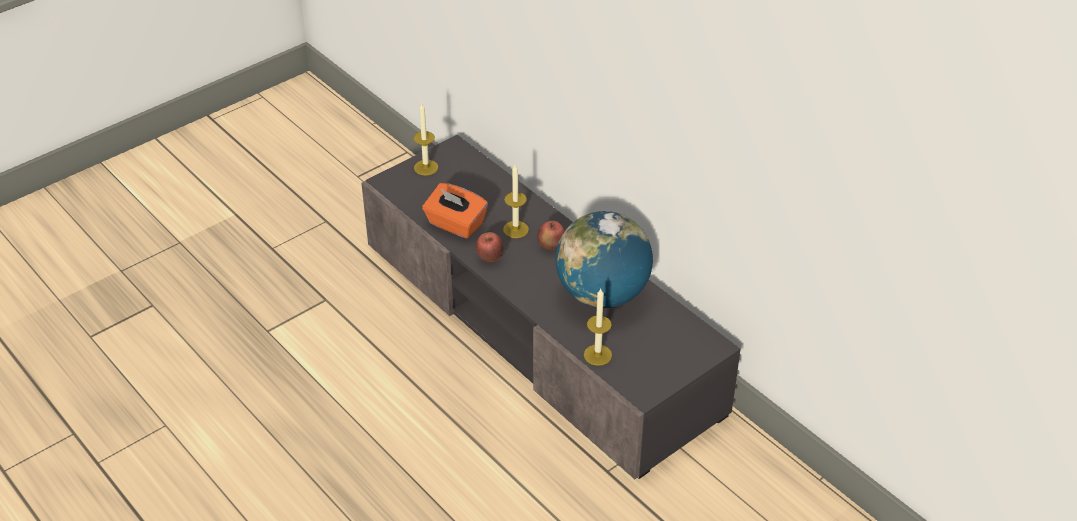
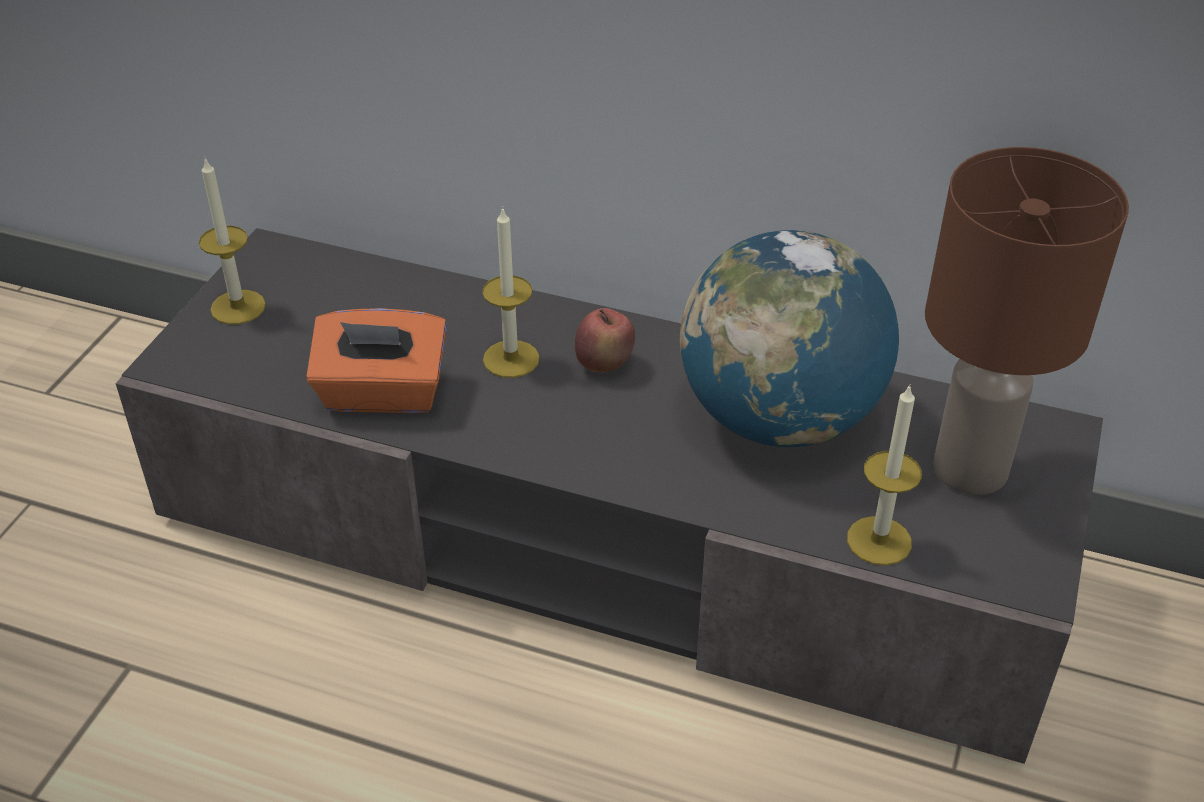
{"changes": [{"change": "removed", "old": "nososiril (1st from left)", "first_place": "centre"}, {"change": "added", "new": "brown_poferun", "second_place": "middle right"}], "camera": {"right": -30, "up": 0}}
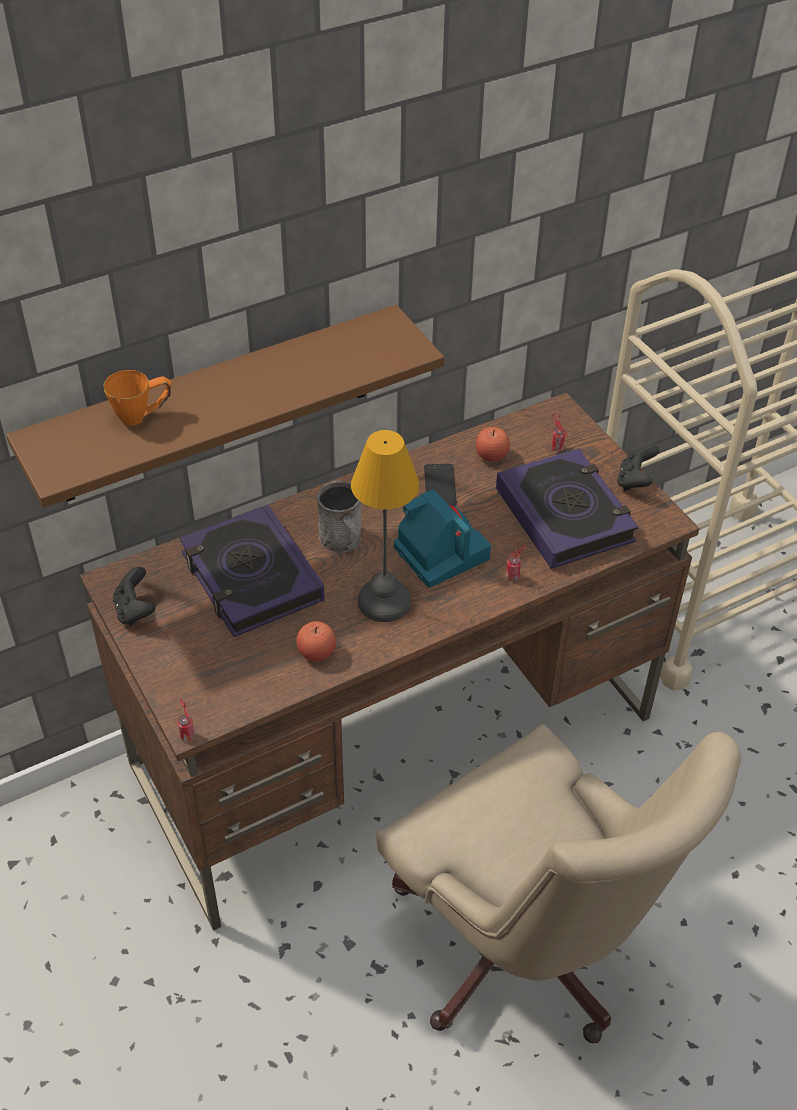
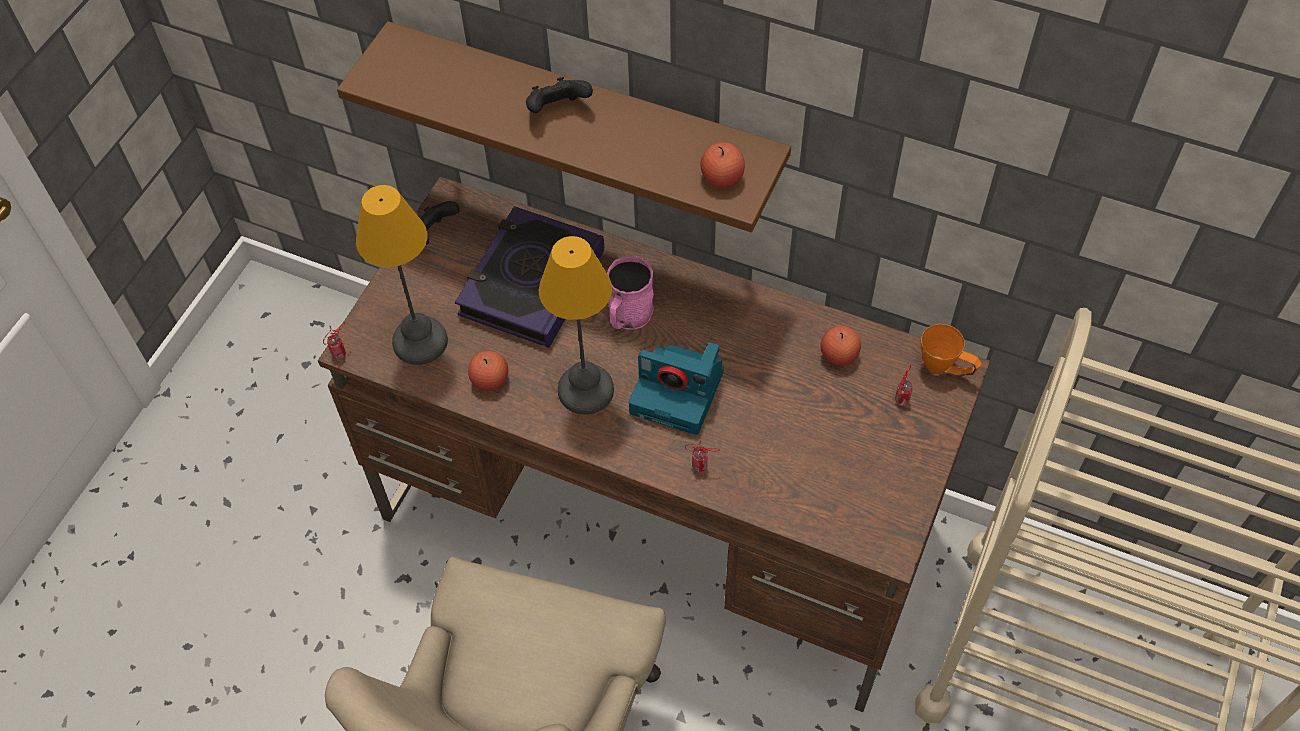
{"changes": [{"change": "removed", "old": "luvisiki", "first_place": "centre"}, {"change": "removed", "old": "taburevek (2nd from left)", "first_place": "middle right"}, {"change": "added", "new": "poferun (1st from left)", "second_place": "middle left"}, {"change": "added", "new": "nososiril (2nd from left)", "second_place": "top centre"}, {"change": "moved", "old": "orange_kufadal", "first_place": "middle left", "second_place": "middle right"}, {"change": "moved", "old": "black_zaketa (2nd from left)", "first_place": "middle right", "second_place": "top centre"}, {"change": "recoloured", "old": "grey_kufadal", "new": "pink_kufadal", "first_place": "centre", "second_place": "centre"}, {"change": "turned", "old": "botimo", "first_place": "centre", "second_place": "centre", "degrees": 90}], "camera": {"right": 55, "up": 10}}
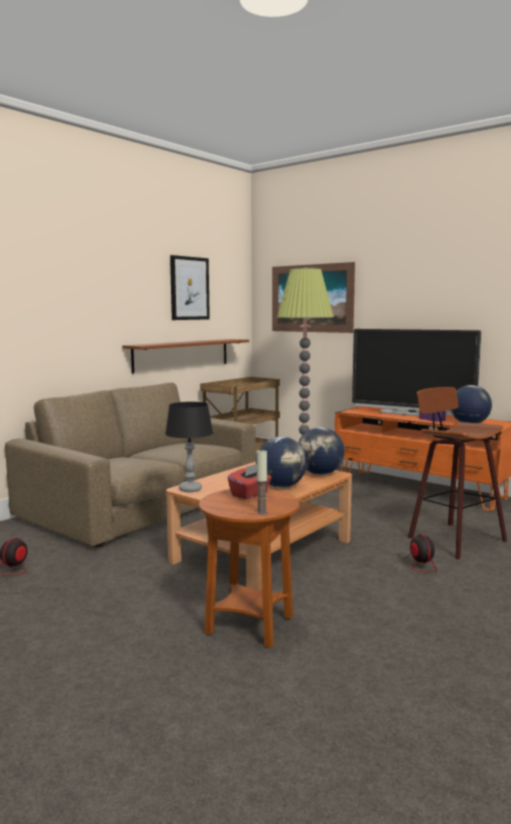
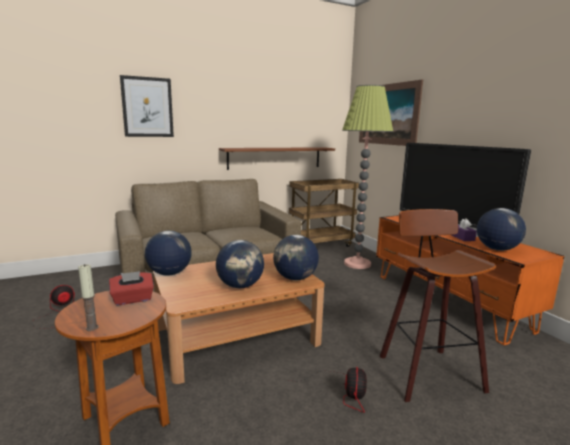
{"changes": [{"change": "moved", "old": "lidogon (1st from left)", "first_place": "centre", "second_place": "top left"}, {"change": "replaced", "old": "black_poferun", "new": "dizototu (1st from left)", "first_place": "centre", "second_place": "middle left"}], "camera": {"right": 25, "up": 5}}
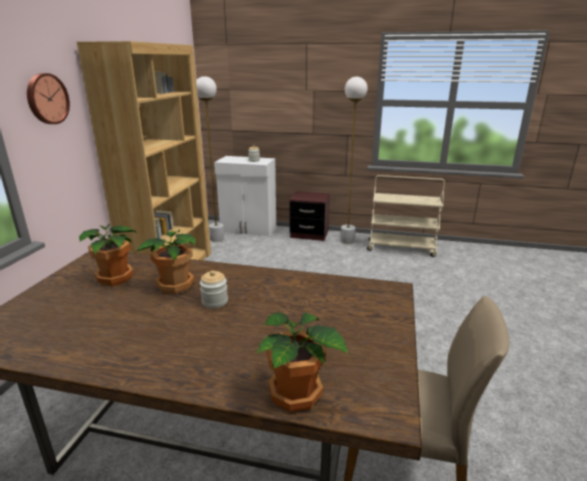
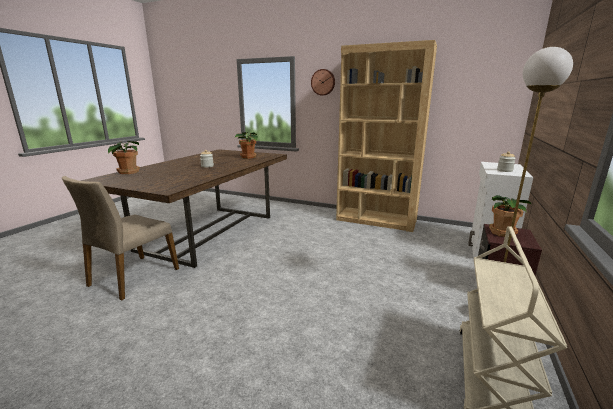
{"changes": [{"change": "removed", "old": "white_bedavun (1st from left)", "first_place": "top centre"}, {"change": "moved", "old": "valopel (2nd from left in the first image)", "new": "valopel (3rd from left)", "first_place": "middle left", "second_place": "middle right"}], "camera": {"right": 100, "up": -5}}
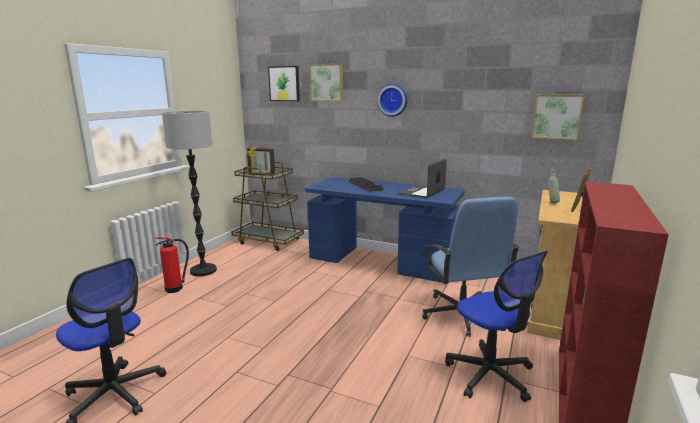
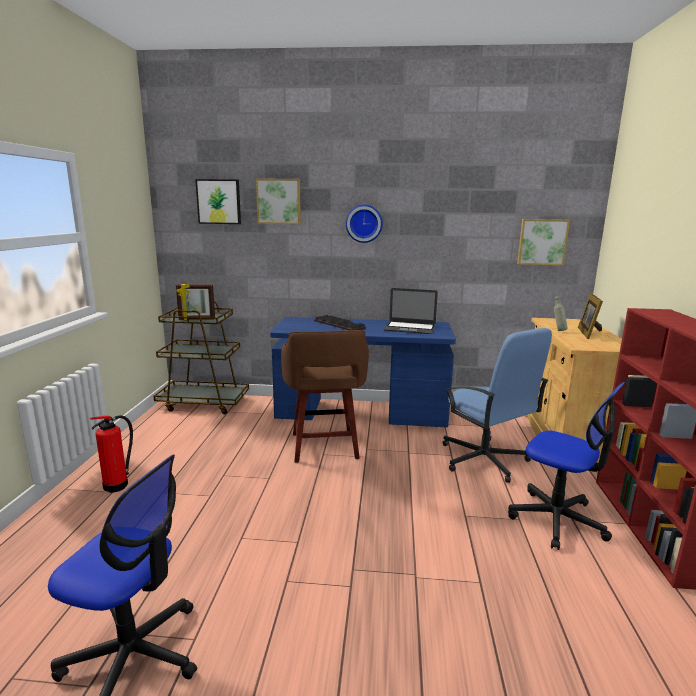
{"changes": [{"change": "removed", "old": "bedavun", "first_place": "middle left"}, {"change": "added", "new": "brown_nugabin", "second_place": "centre"}, {"change": "turned", "old": "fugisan", "first_place": "centre", "second_place": "centre", "degrees": -90}], "camera": {"right": -20, "up": 0}}
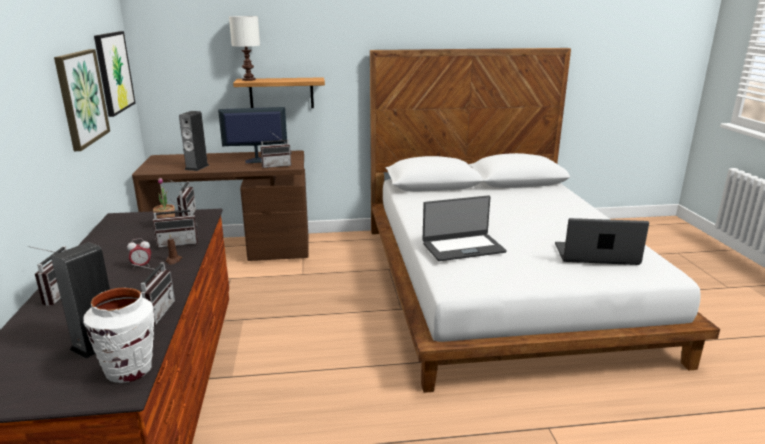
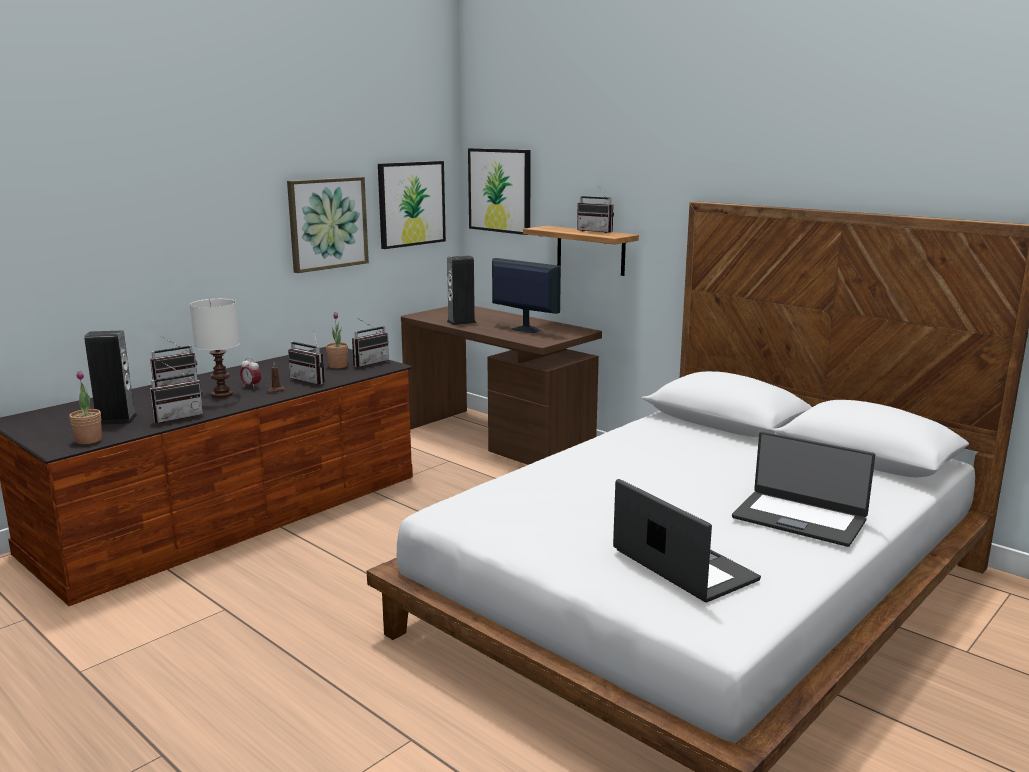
{"changes": [{"change": "added", "new": "lidogon (3rd from left)", "second_place": "top centre"}, {"change": "moved", "old": "white_poferun", "first_place": "top left", "second_place": "middle left"}, {"change": "moved", "old": "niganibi (5th from left)", "first_place": "centre", "second_place": "top centre"}, {"change": "moved", "old": "fugisan (1st from left in the first image)", "new": "fugisan (2nd from left)", "first_place": "centre", "second_place": "middle right"}, {"change": "replaced", "old": "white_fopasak", "new": "valopel (1st from left)", "first_place": "bottom left", "second_place": "middle left"}], "camera": {"right": 50, "up": -5}}
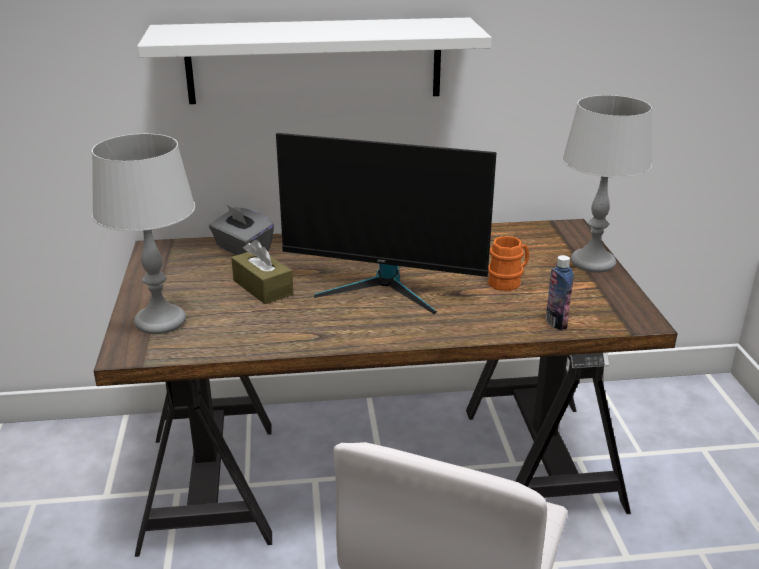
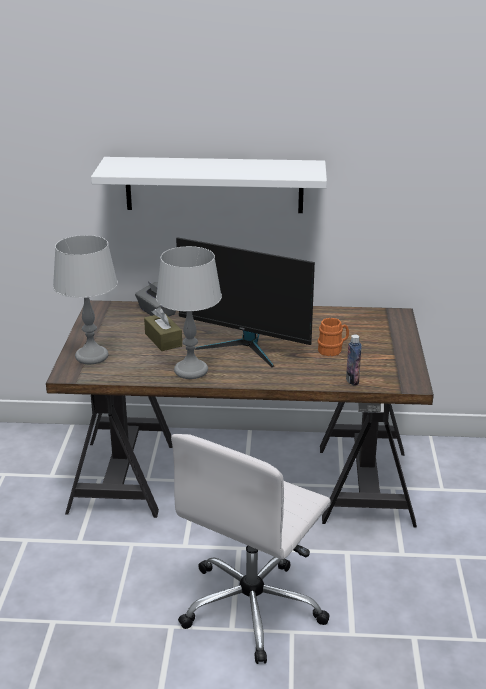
{"changes": [{"change": "moved", "old": "grey_poferun (2nd from left)", "first_place": "top right", "second_place": "centre"}], "camera": {"right": 10, "up": 0}}
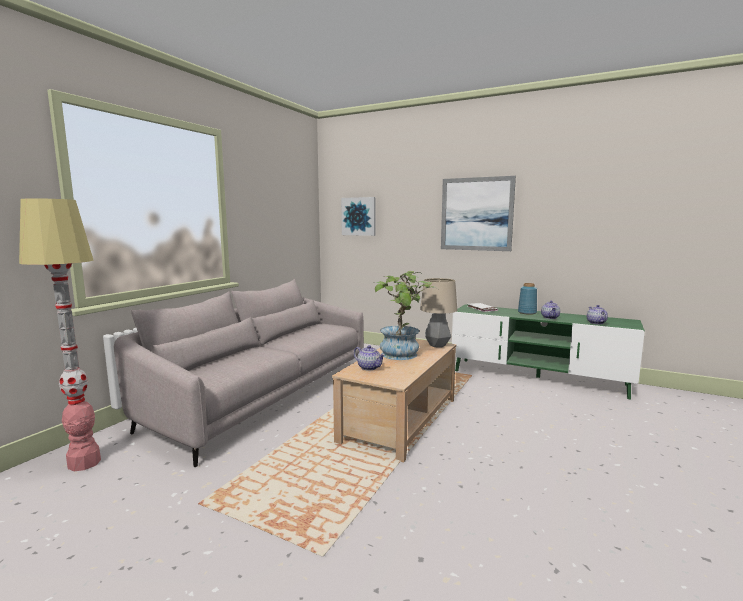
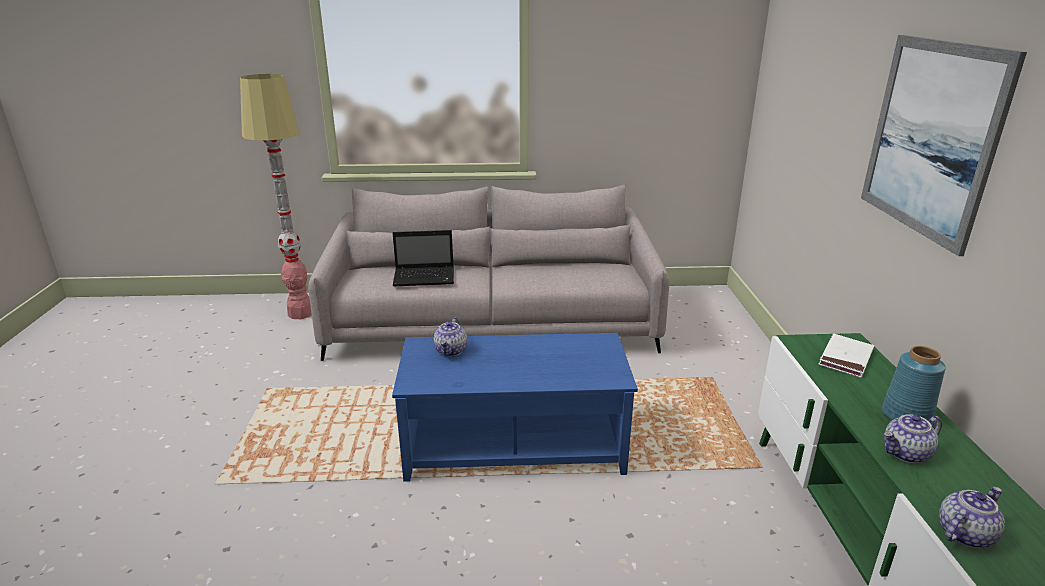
{"changes": [{"change": "removed", "old": "lidogon (1st from left)", "first_place": "centre"}, {"change": "removed", "old": "valopel", "first_place": "centre"}, {"change": "removed", "old": "poferun", "first_place": "centre"}, {"change": "added", "new": "fugisan", "second_place": "centre"}, {"change": "recoloured", "old": "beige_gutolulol", "new": "blue_gutolulol", "first_place": "bottom centre", "second_place": "bottom centre"}], "camera": {"right": 60, "up": 15}}
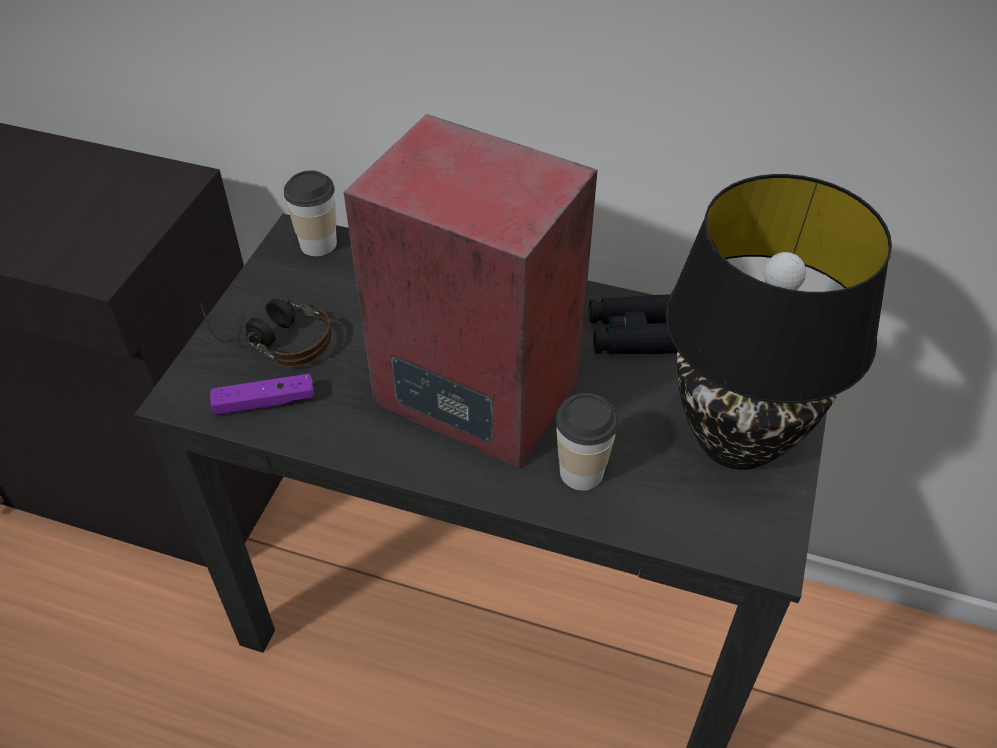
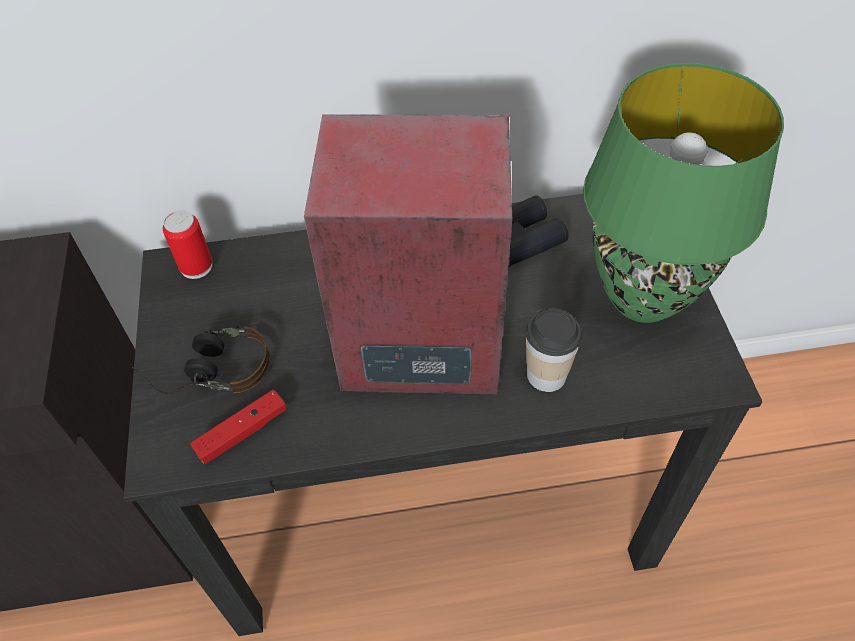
{"changes": [{"change": "replaced", "old": "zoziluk (1st from left)", "new": "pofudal", "first_place": "top left", "second_place": "middle left"}, {"change": "recoloured", "old": "purple_zaketa", "new": "red_zaketa", "first_place": "middle left", "second_place": "middle left"}, {"change": "recoloured", "old": "black_poferun", "new": "green_poferun", "first_place": "middle right", "second_place": "top right"}], "camera": {"right": -25, "up": 5}}
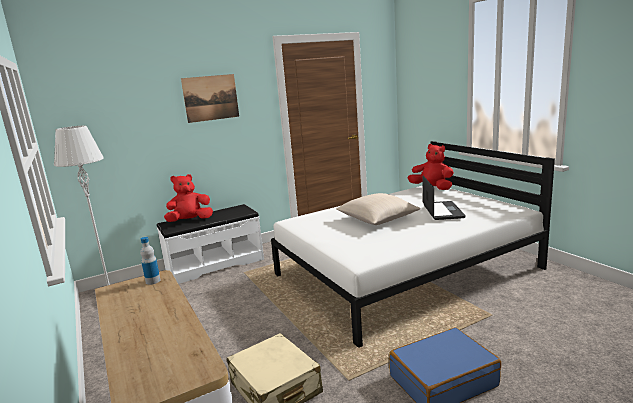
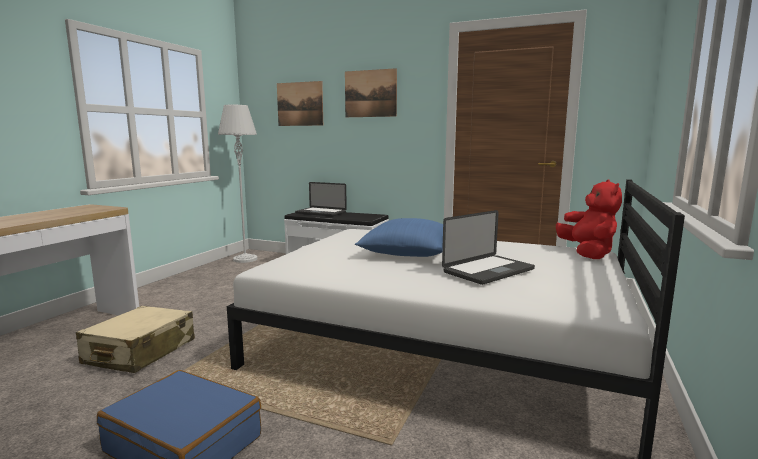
{"changes": [{"change": "removed", "old": "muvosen", "first_place": "middle left"}, {"change": "added", "new": "lidogon (1st from left)", "second_place": "top centre"}, {"change": "replaced", "old": "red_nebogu (1st from left)", "new": "fugisan (1st from left)", "first_place": "middle left", "second_place": "centre"}, {"change": "recoloured", "old": "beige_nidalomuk", "new": "blue_nidalomuk", "first_place": "centre", "second_place": "centre"}], "camera": {"right": 50, "up": -5}}
